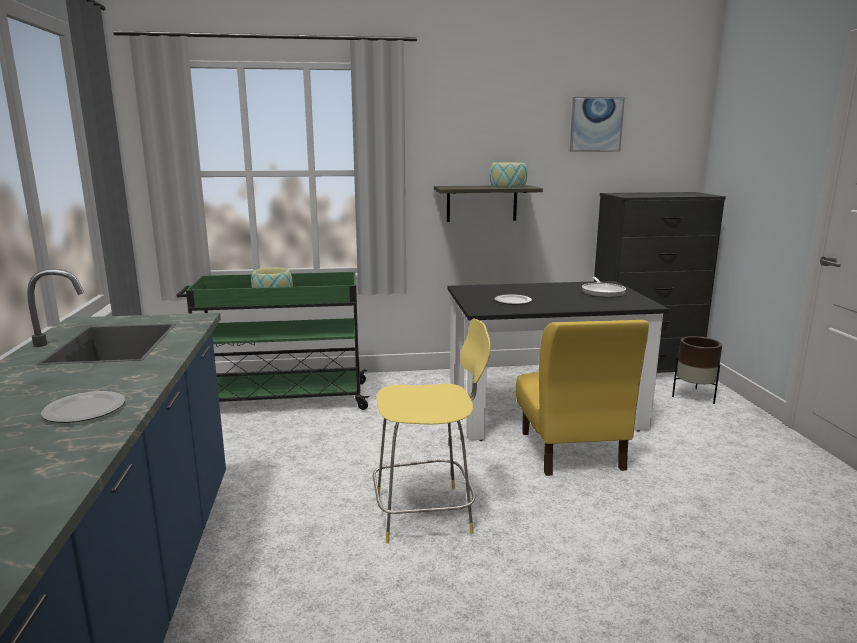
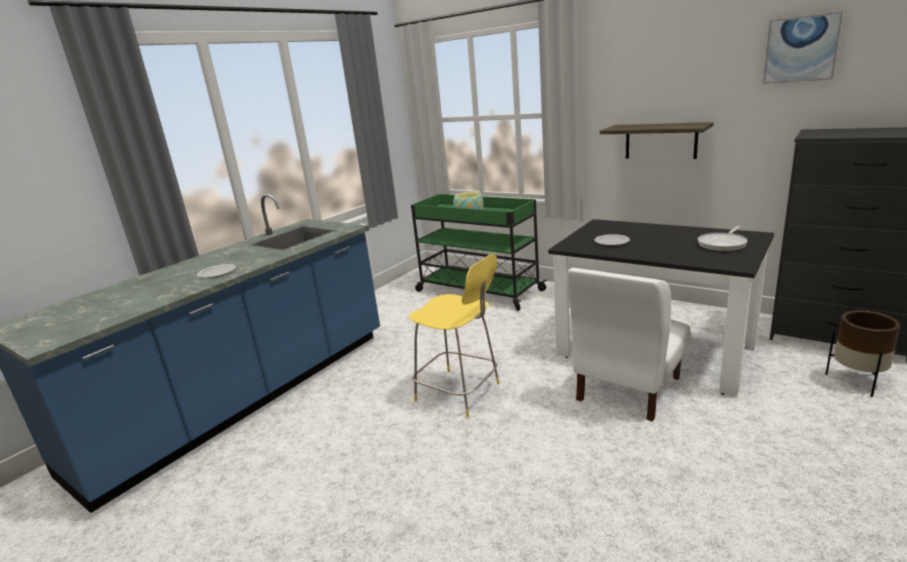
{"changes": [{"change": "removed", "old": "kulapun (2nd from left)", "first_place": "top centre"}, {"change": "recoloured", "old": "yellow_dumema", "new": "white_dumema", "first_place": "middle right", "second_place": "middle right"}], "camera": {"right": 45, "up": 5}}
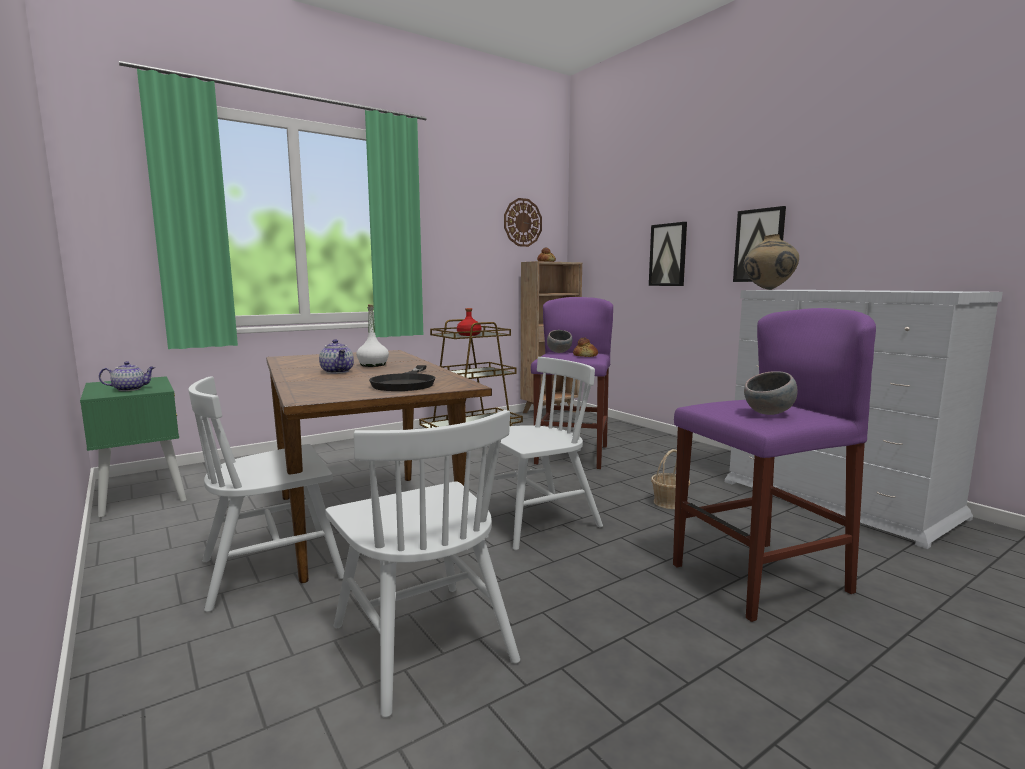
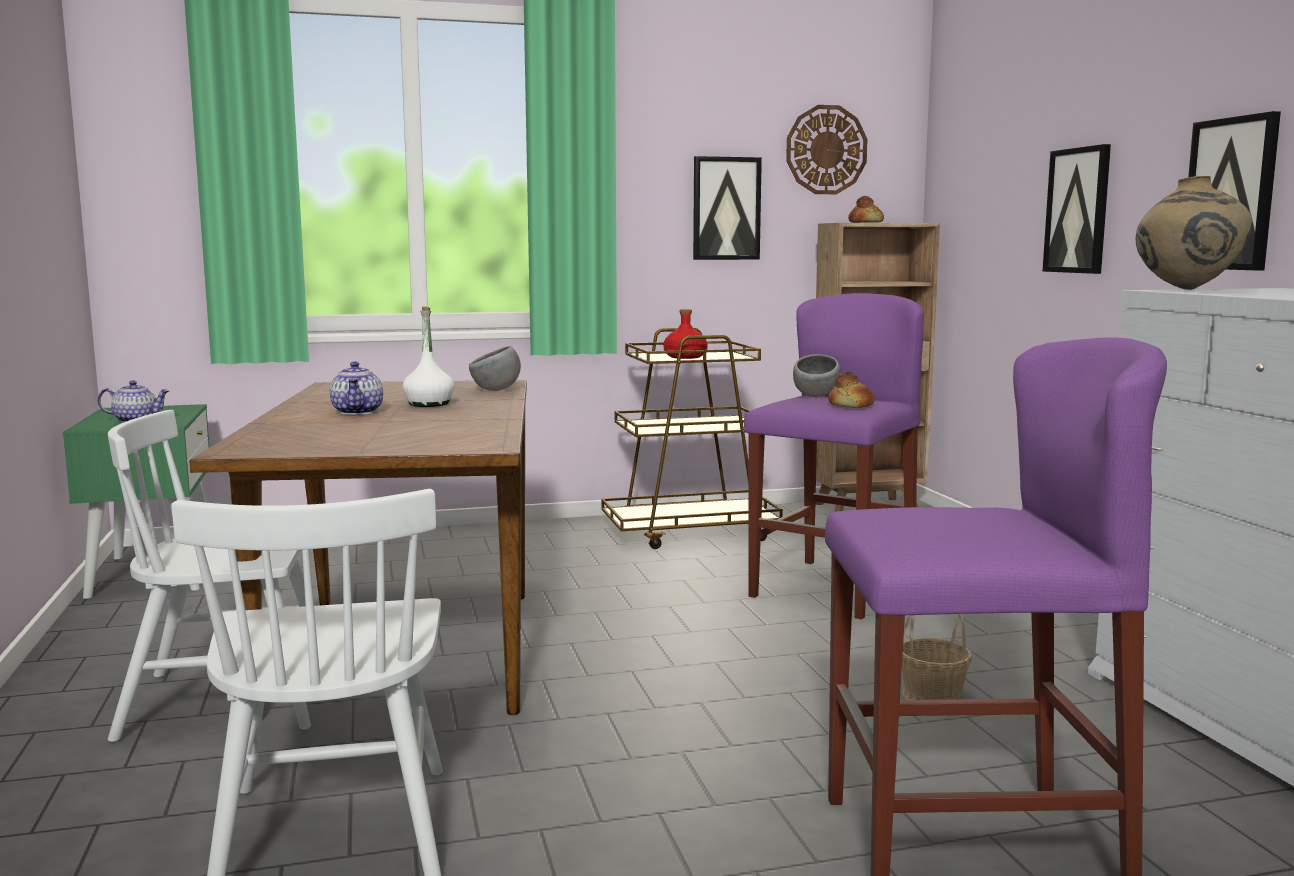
{"changes": [{"change": "removed", "old": "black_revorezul", "first_place": "centre"}, {"change": "removed", "old": "white_dumema (3rd from left)", "first_place": "centre"}, {"change": "added", "new": "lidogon (1st from left)", "second_place": "top centre"}, {"change": "moved", "old": "grey_kulapun (2nd from left in the first image)", "new": "grey_kulapun (1st from left)", "first_place": "middle right", "second_place": "centre"}], "camera": {"right": 20, "up": 0}}
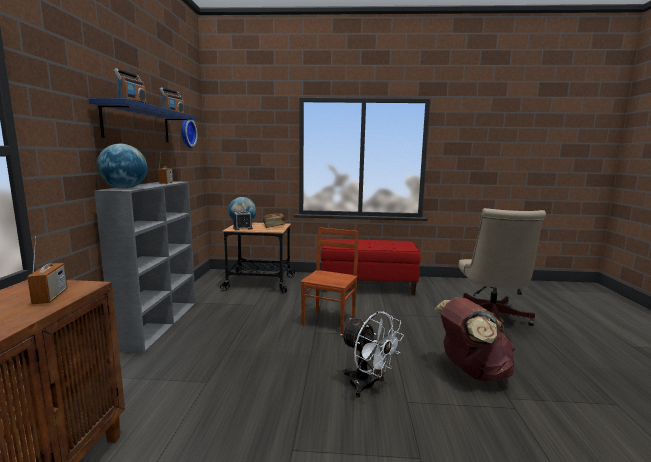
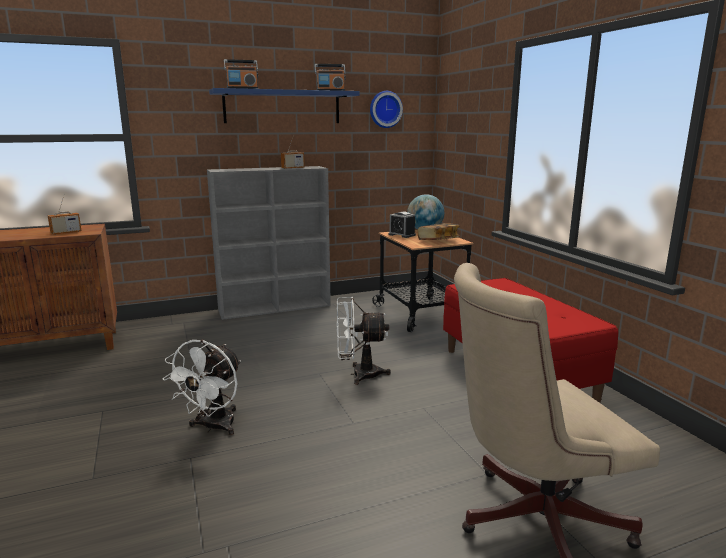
{"changes": [{"change": "removed", "old": "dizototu (1st from left)", "first_place": "middle left"}, {"change": "removed", "old": "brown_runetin", "first_place": "bottom right"}, {"change": "replaced", "old": "brown_dumema", "new": "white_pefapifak (2nd from left)", "first_place": "centre", "second_place": "centre"}], "camera": {"right": 65, "up": 5}}
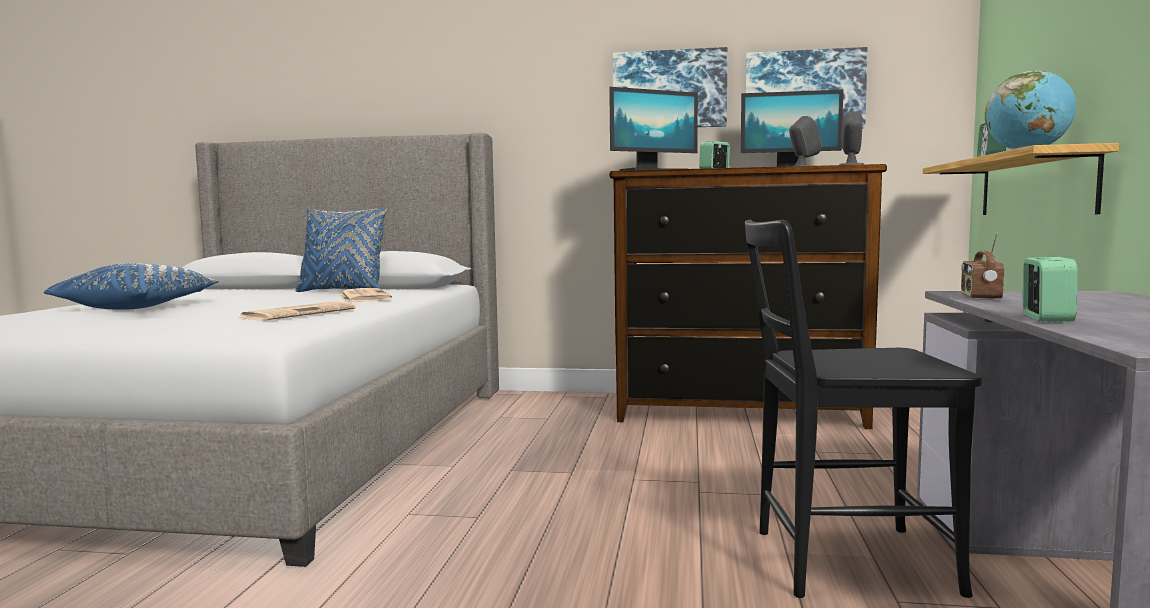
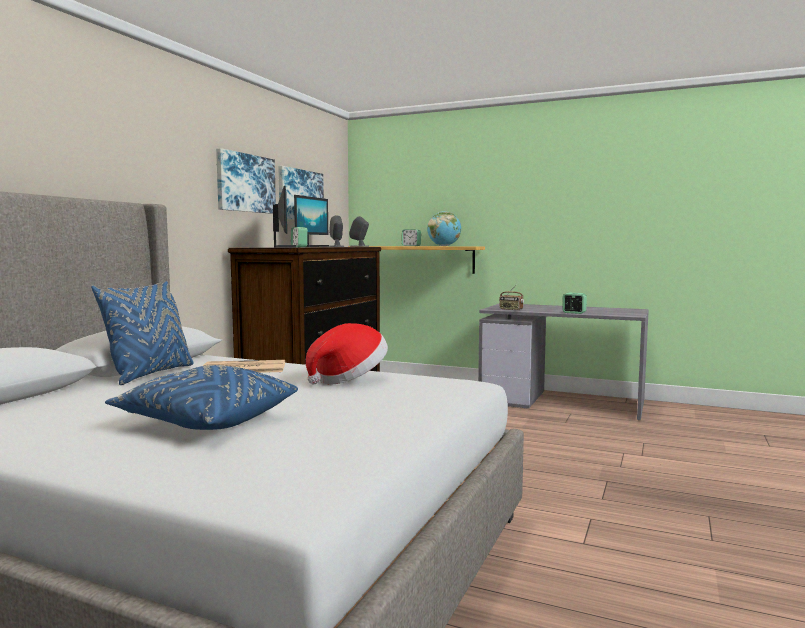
{"changes": [{"change": "removed", "old": "black_dumema", "first_place": "bottom right"}, {"change": "replaced", "old": "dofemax (1st from left)", "new": "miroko", "first_place": "middle left", "second_place": "centre"}], "camera": {"right": -75, "up": 0}}
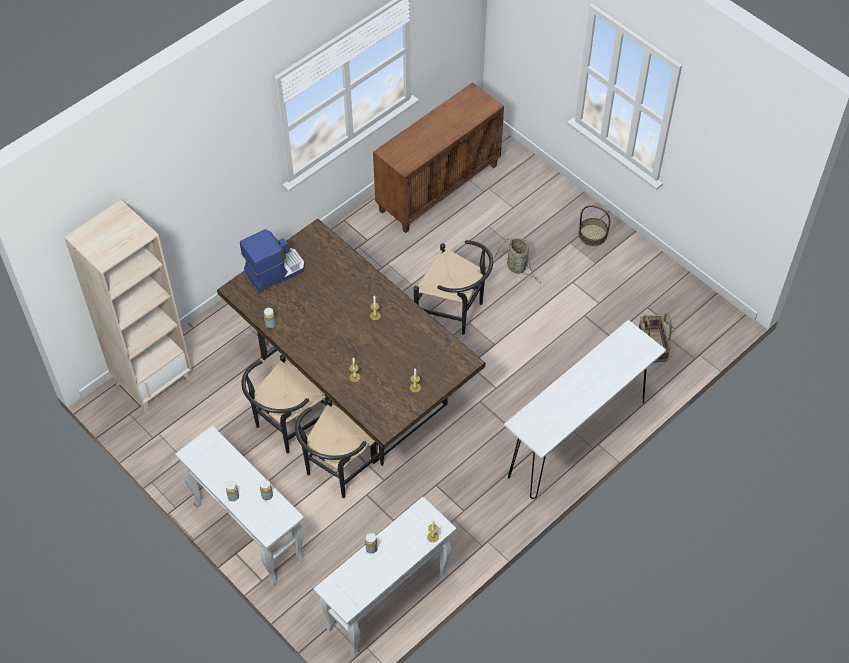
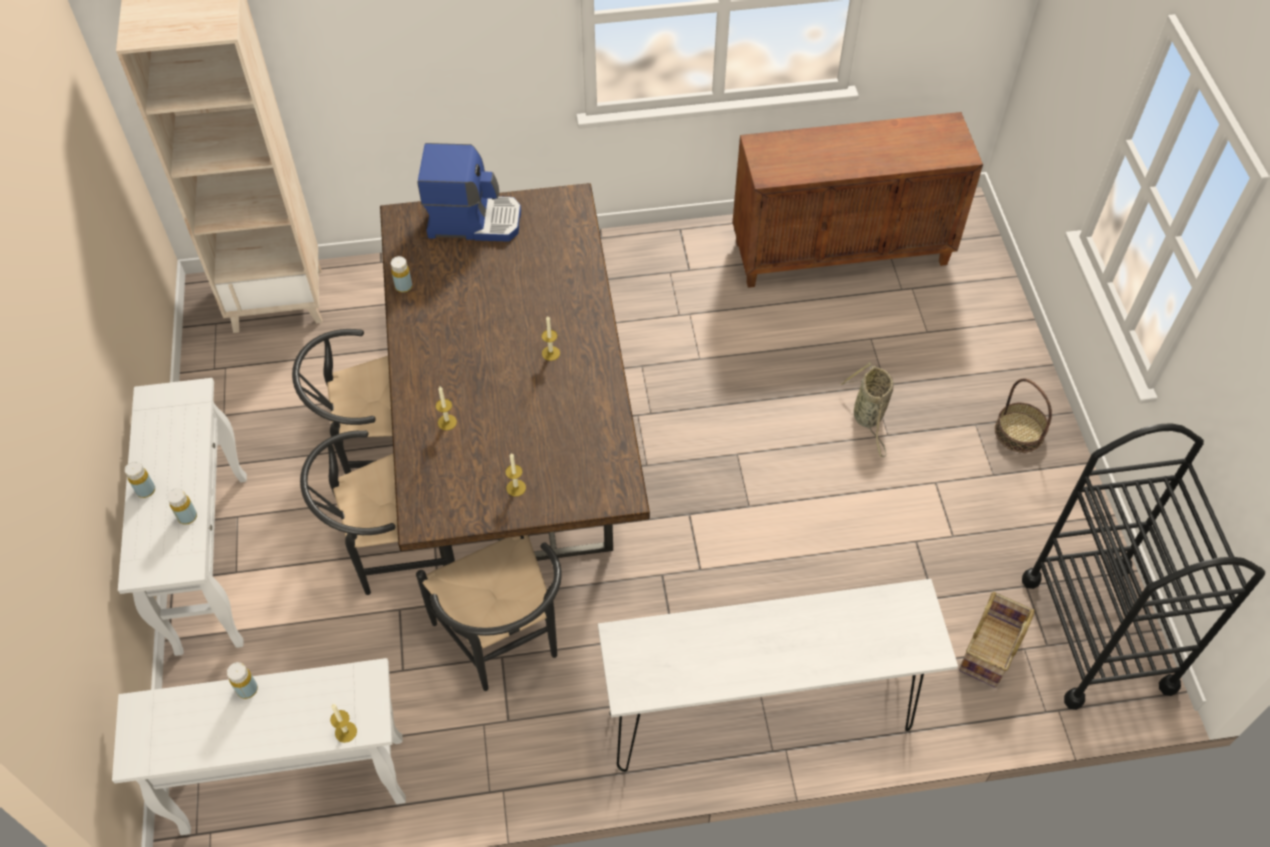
{"changes": [{"change": "added", "new": "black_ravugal", "second_place": "bottom right"}, {"change": "moved", "old": "black_dumema (3rd from left)", "first_place": "centre", "second_place": "bottom centre"}], "camera": {"right": 35, "up": 0}}
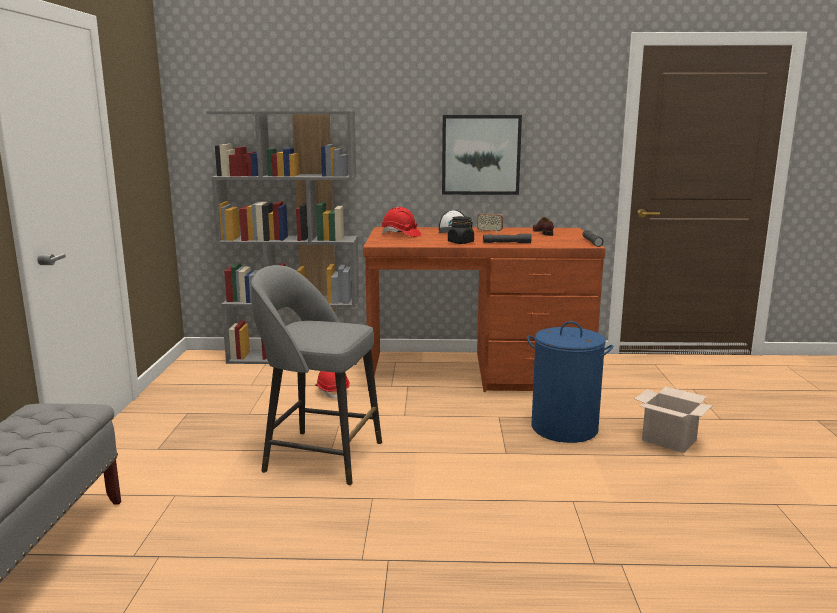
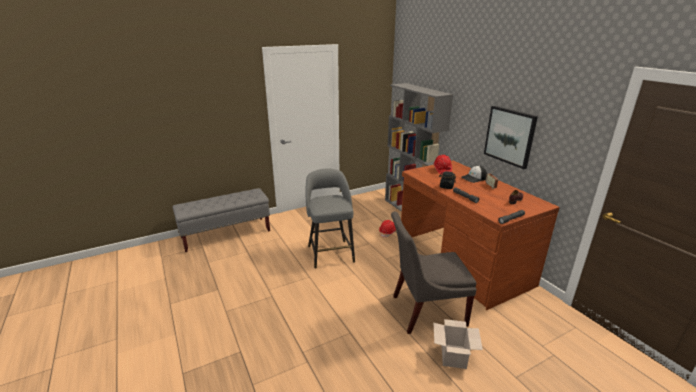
{"changes": [{"change": "replaced", "old": "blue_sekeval", "new": "grey_dumema", "first_place": "middle right", "second_place": "bottom centre"}], "camera": {"right": 60, "up": 10}}
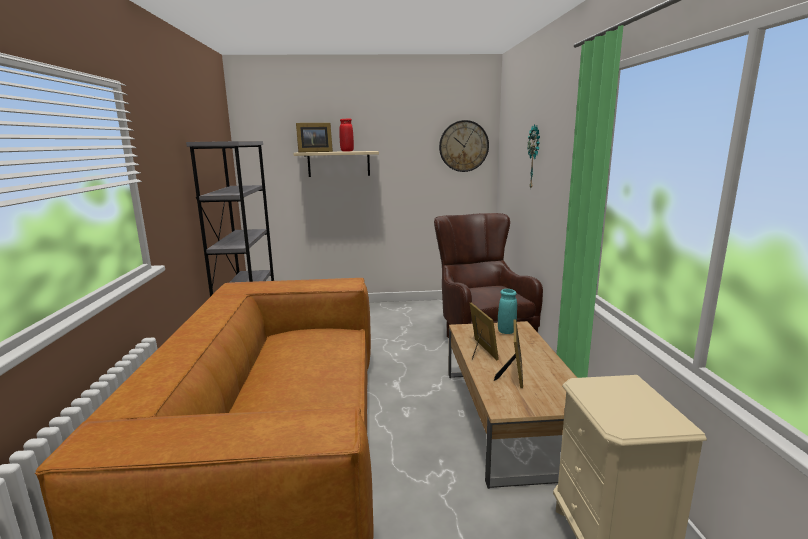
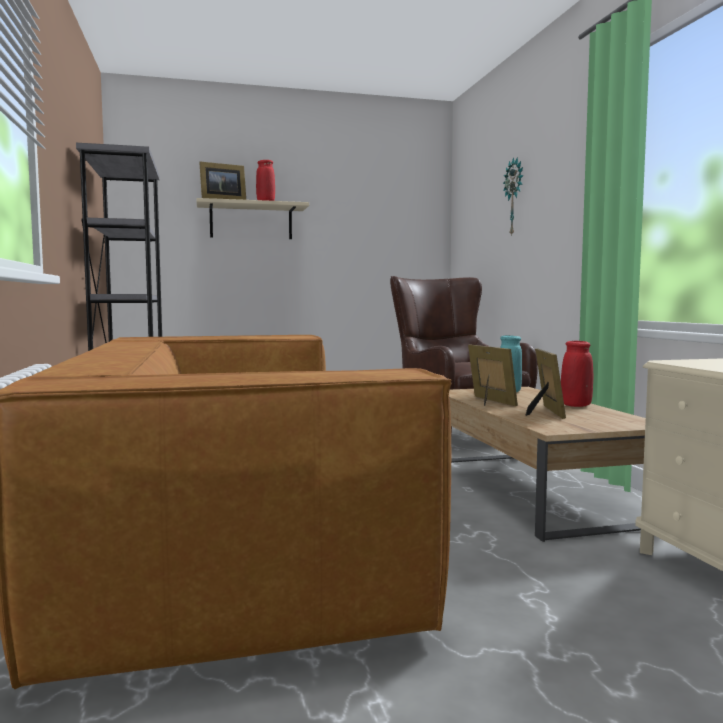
{"changes": [{"change": "removed", "old": "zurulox (1st from left)", "first_place": "top centre"}, {"change": "added", "new": "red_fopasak (2nd from left)", "second_place": "middle right"}], "camera": {"right": -10, "up": -10}}
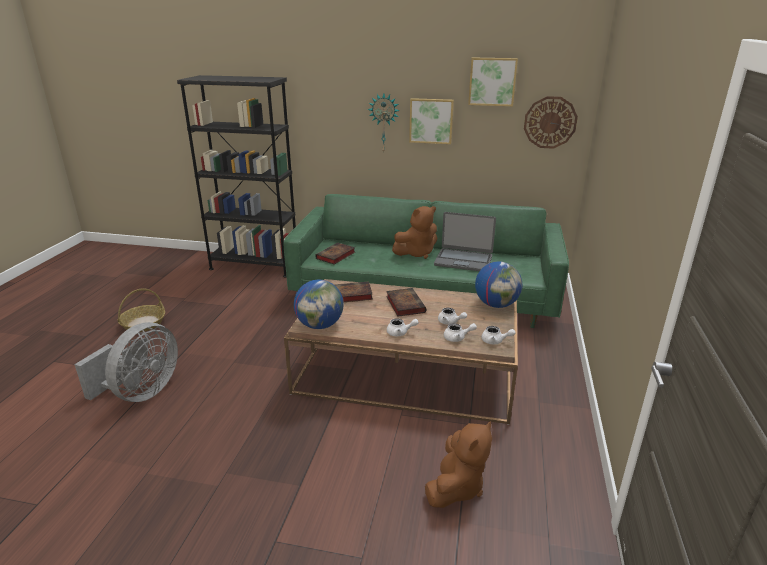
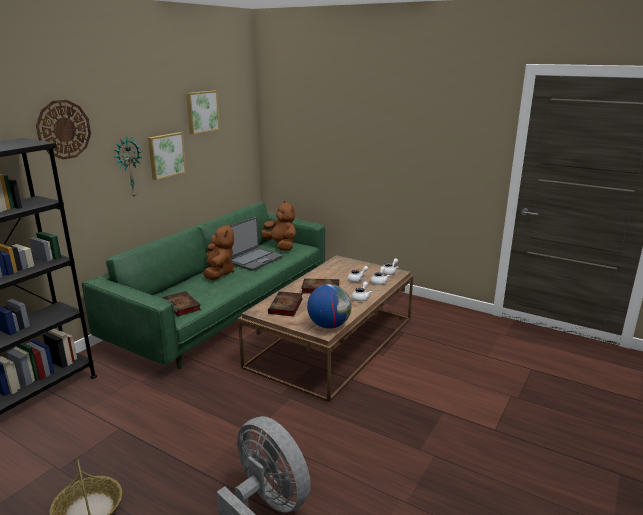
{"changes": [{"change": "removed", "old": "dizototu (2nd from left)", "first_place": "centre"}, {"change": "moved", "old": "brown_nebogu (2nd from left)", "first_place": "bottom centre", "second_place": "centre"}, {"change": "moved", "old": "zurulox (2nd from left in the first image)", "new": "zurulox (1st from left)", "first_place": "top right", "second_place": "top left"}], "camera": {"right": -70, "up": -5}}
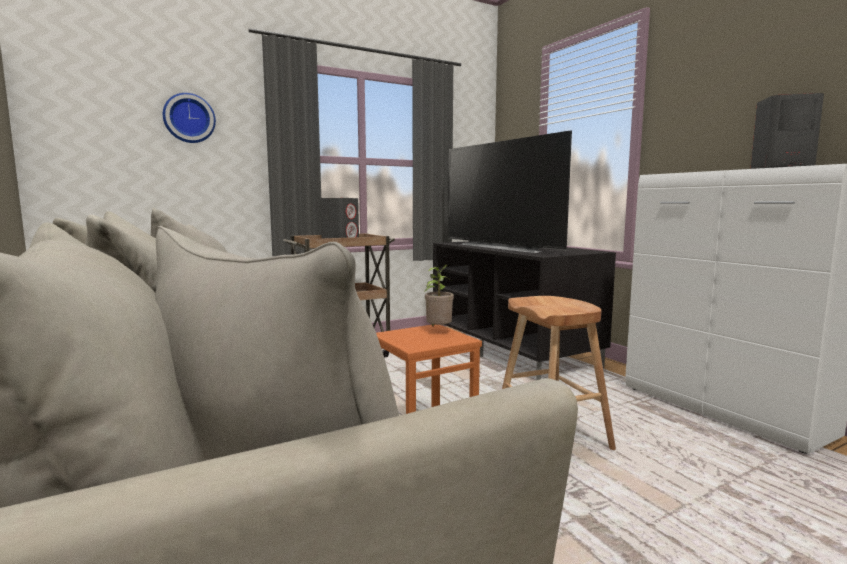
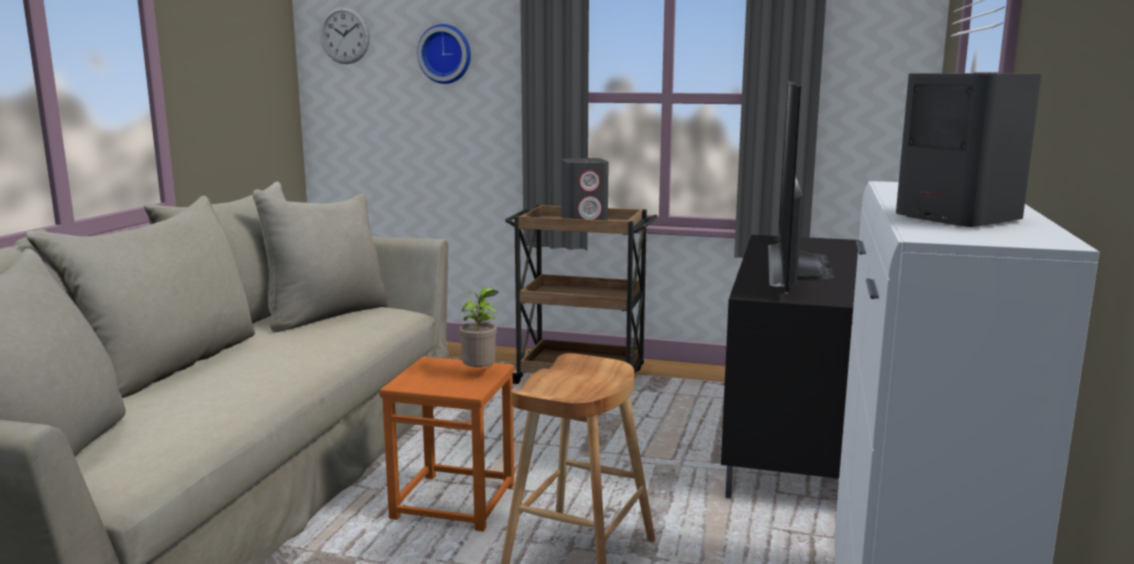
{"changes": [{"change": "added", "new": "zurulox (1st from left)", "second_place": "top left"}], "camera": {"right": 45, "up": 5}}
